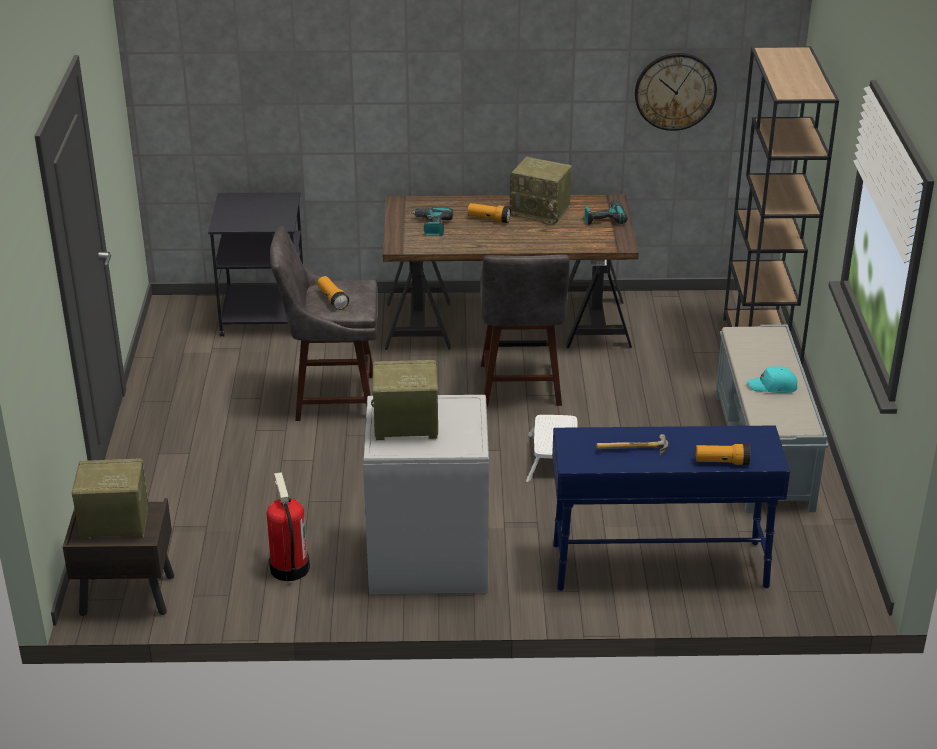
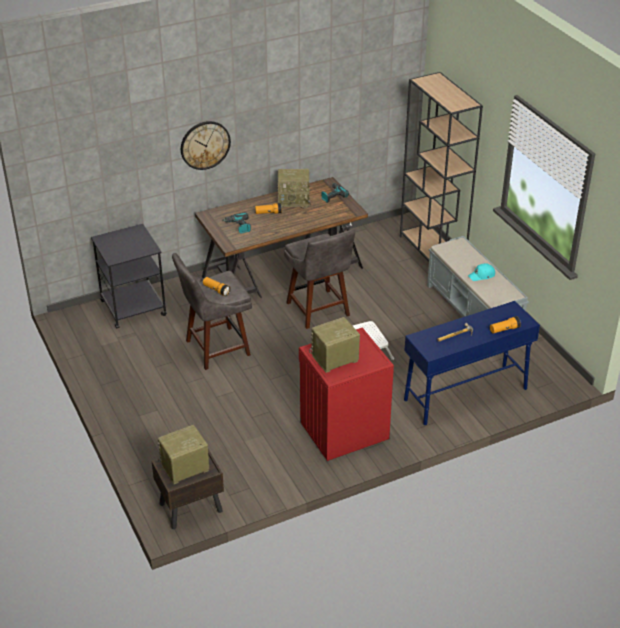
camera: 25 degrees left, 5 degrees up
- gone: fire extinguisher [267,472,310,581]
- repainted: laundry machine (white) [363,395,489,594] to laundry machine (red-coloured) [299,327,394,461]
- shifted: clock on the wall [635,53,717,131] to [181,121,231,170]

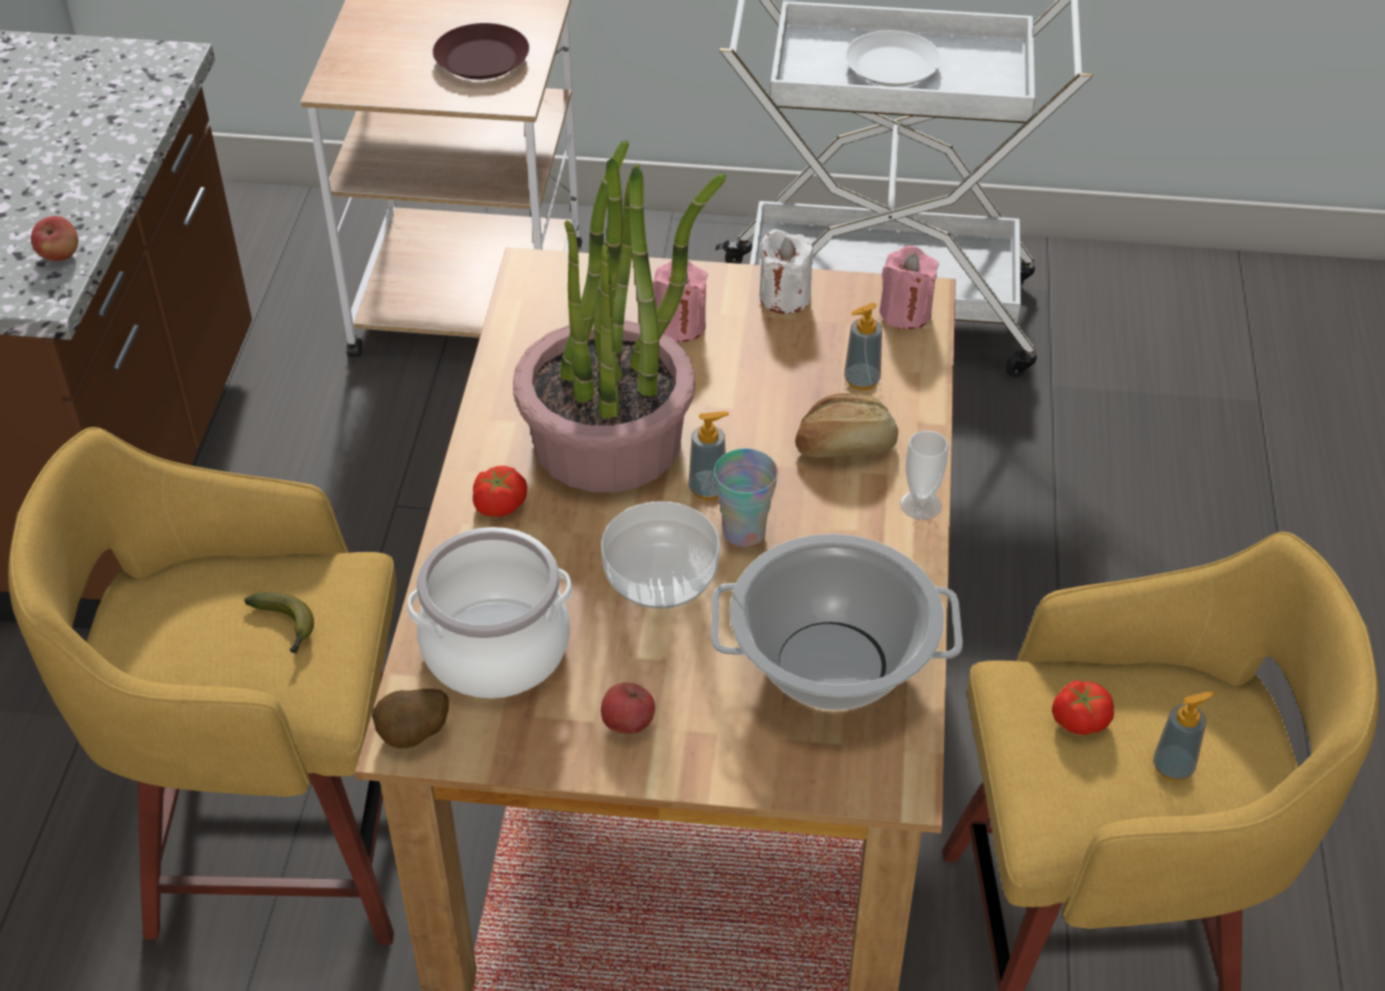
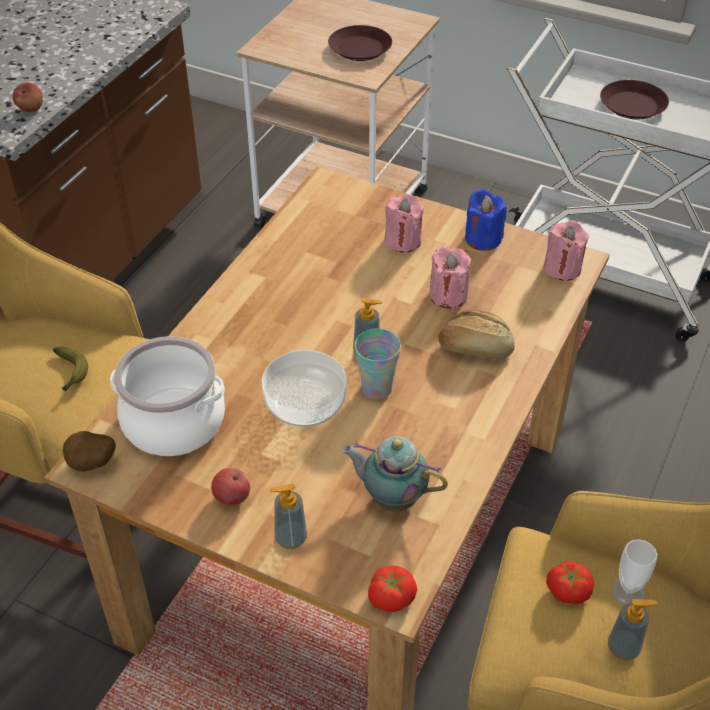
camera: 20 degrees right, 0 degrees up
- shifted: whole tomato [473,466,527,517] to [368,565,417,612]
- gone: potted plant [513,140,726,492]
- swapped: cooking pot [711,534,963,710] to pot for tea [342,436,448,512]
- repainted: candle (white) [759,229,813,314] to candle (bluish) [465,189,507,251]
- shifted: soap bottle [844,303,882,390] to [270,484,307,549]
- repainted: flat dish (white) [845,30,941,87] to flat dish (brownish) [600,80,669,119]
- shifted: small cup [900,430,949,520] to [611,540,657,605]
- new: candle (pinkish) [429,246,471,308]

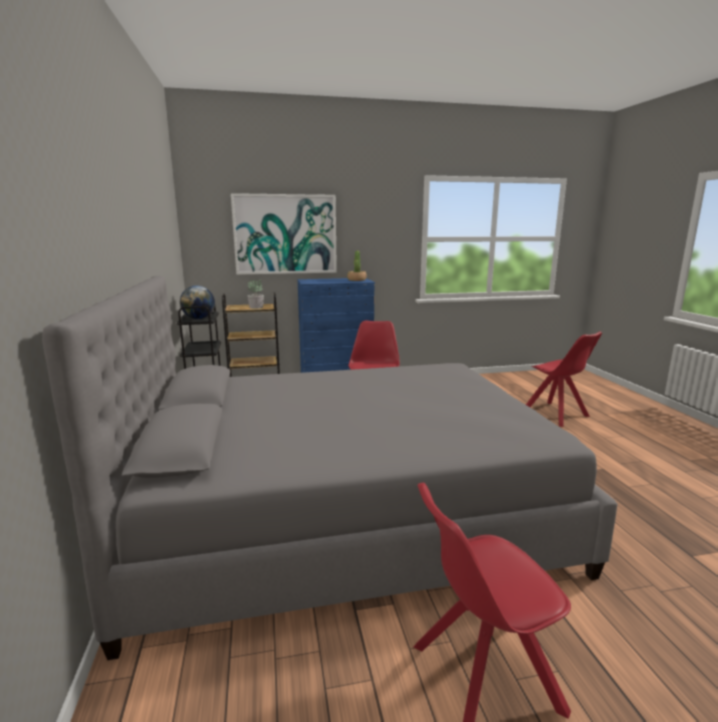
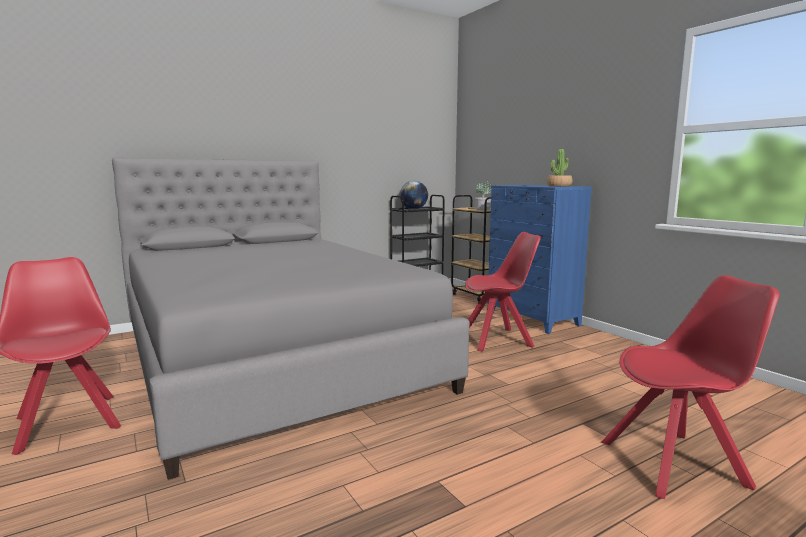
camera: 70 degrees right, 5 degrees down
- gone: wall picture [231,193,337,275]
- rotated: chair (red-coloured) [526,331,602,427] = [601,275,780,499] 135 degrees counterclockwise

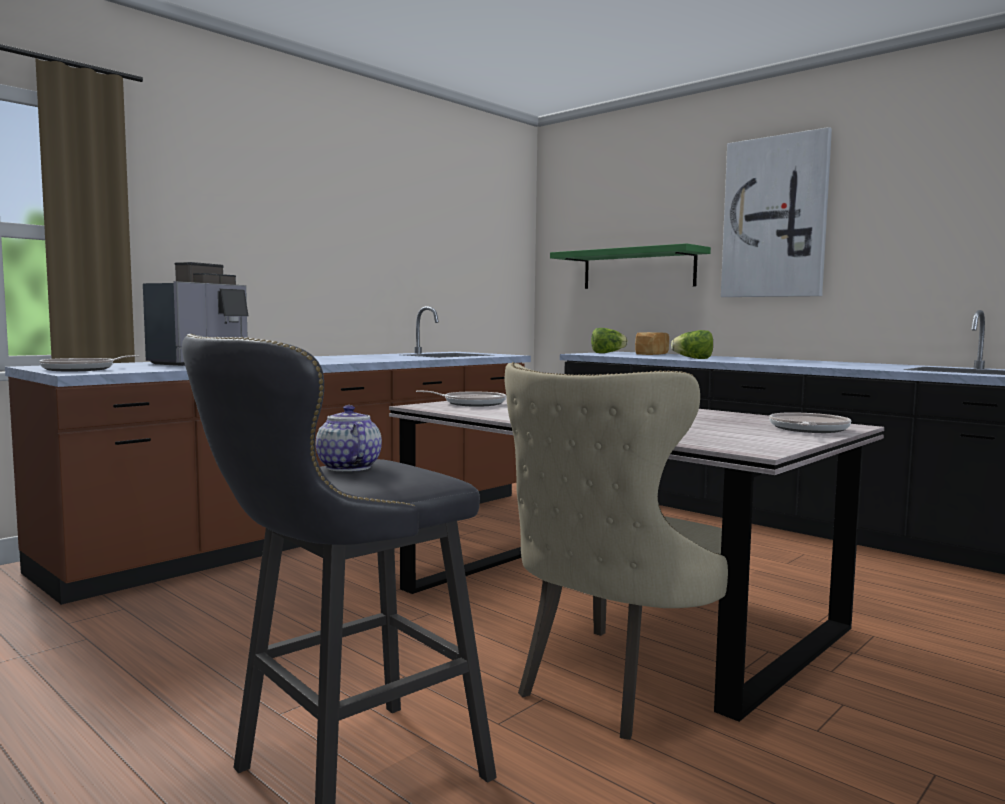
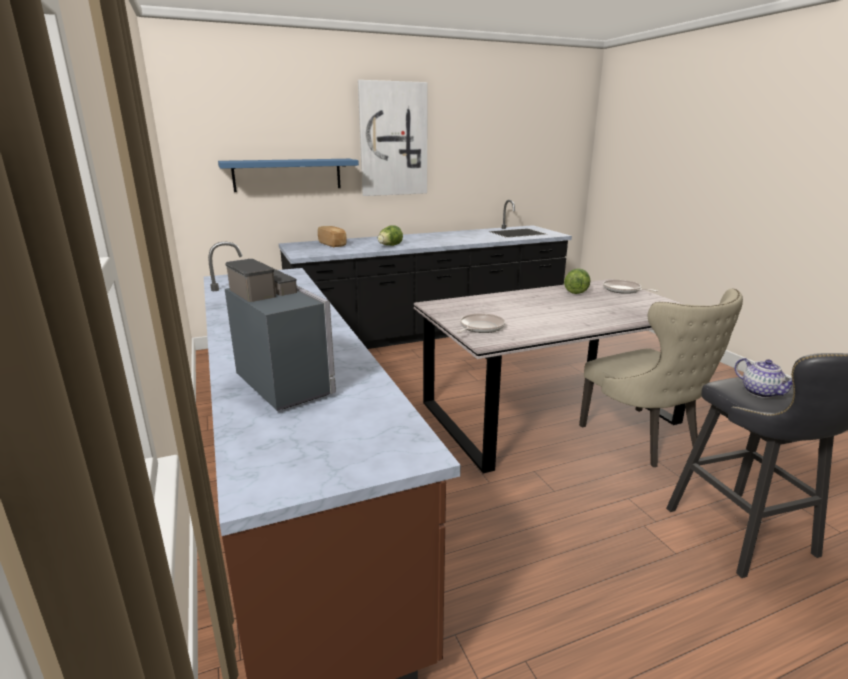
camera: 65 degrees left, 15 degrees up
- gone: skillet [39,355,140,371]
- rotated: pot for tea [316,405,382,471] = [735,358,793,398] 120 degrees counterclockwise
- repainted: bracket shelf (green) [550,243,711,289] to bracket shelf (bluish) [218,159,359,192]
- shifted: lettuce head [591,328,628,353] to [564,268,591,294]

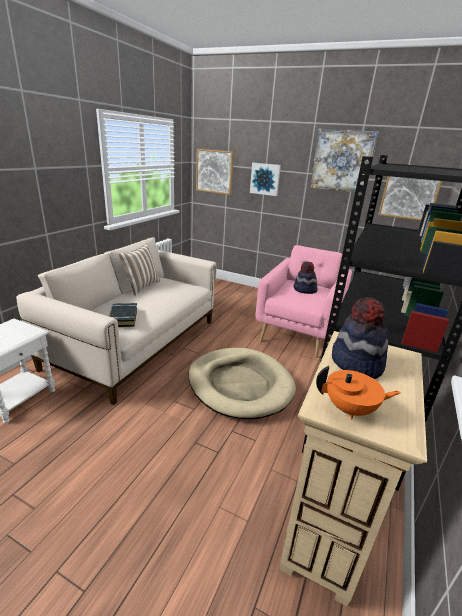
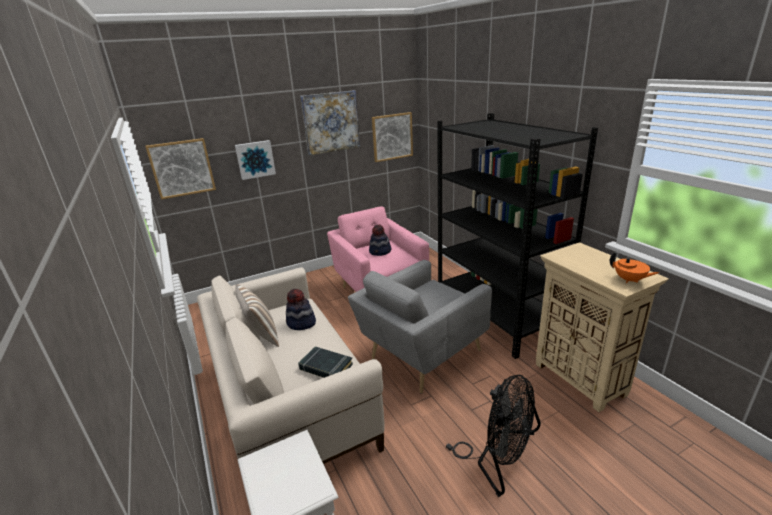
camera: 50 degrees left, 0 degrees up
- swapped: dog cushion (sand-coloured) [188,348,296,419] to easy chair (greyish) [348,260,492,394]
- rotated: pot for tea (orange) [316,366,401,419] = [610,252,659,283] 90 degrees clockwise
- shifted: wearable hat [332,297,388,379] to [286,289,316,330]
- new: cooling fan (blackish) [446,375,541,497]

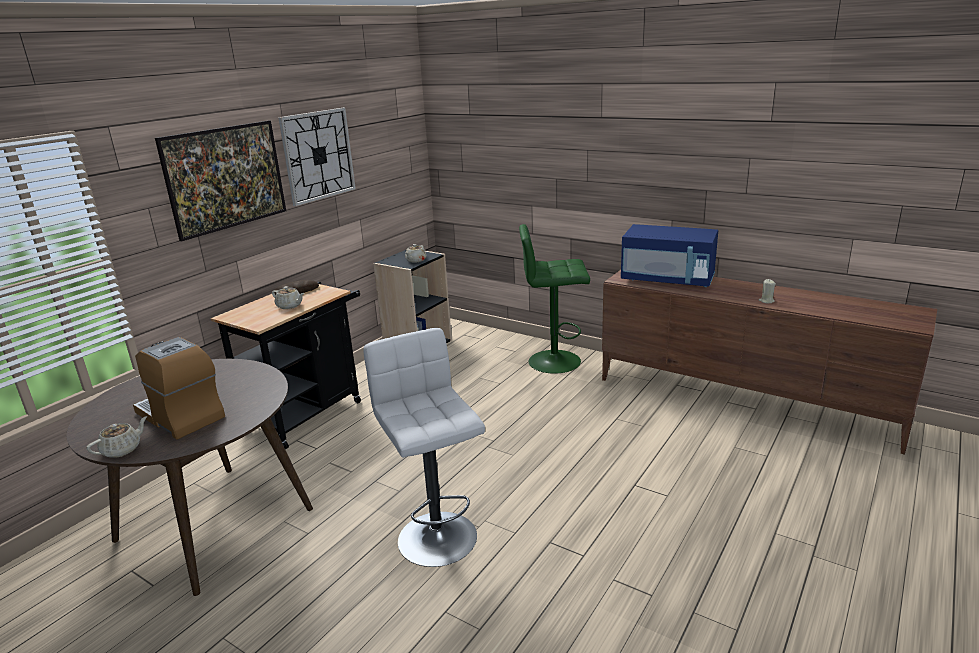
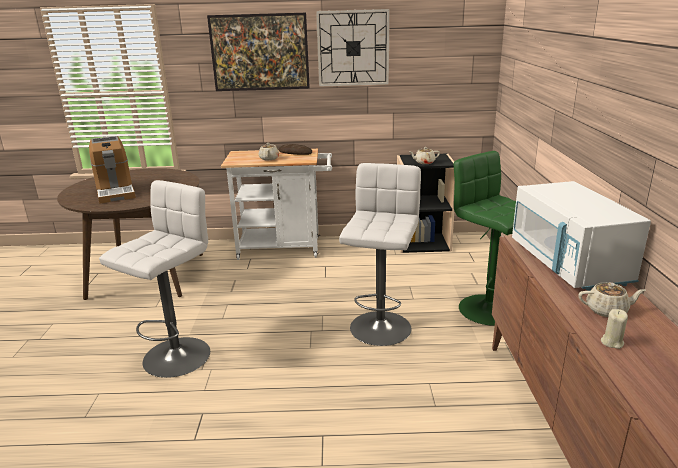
camera: 55 degrees right, 0 degrees up
- shifted: pot for tea (sand-coloured) [87,416,147,458] to [578,282,646,317]
- rotated: coffee brewer [133,337,225,440] = [89,136,136,204] 150 degrees clockwise
- repainted: wheeled cart (blackish) [211,282,361,449] to wheeled cart (white) [221,149,332,260]
- repainted: microwave (bluish) [621,224,718,287] to microwave (white) [512,181,651,291]
- new: sitting stool (white) [339,163,421,346]

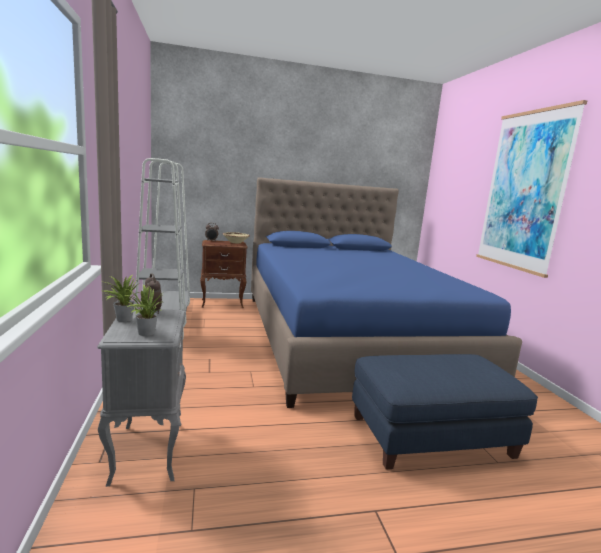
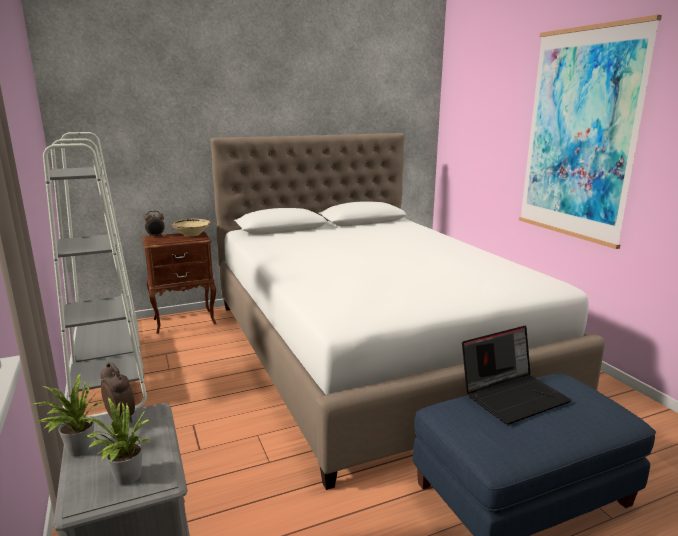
camera: 10 degrees left, 5 degrees up
- repainted: bed (bluish) [251,177,522,408] to bed (white) [211,133,606,490]
- new: laptop [462,326,572,425]

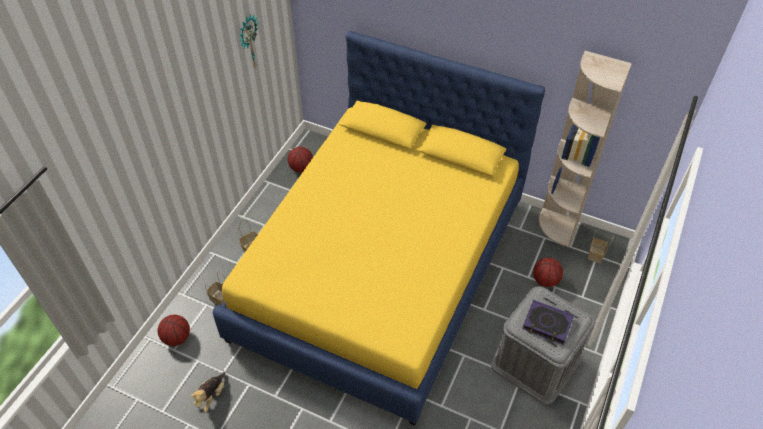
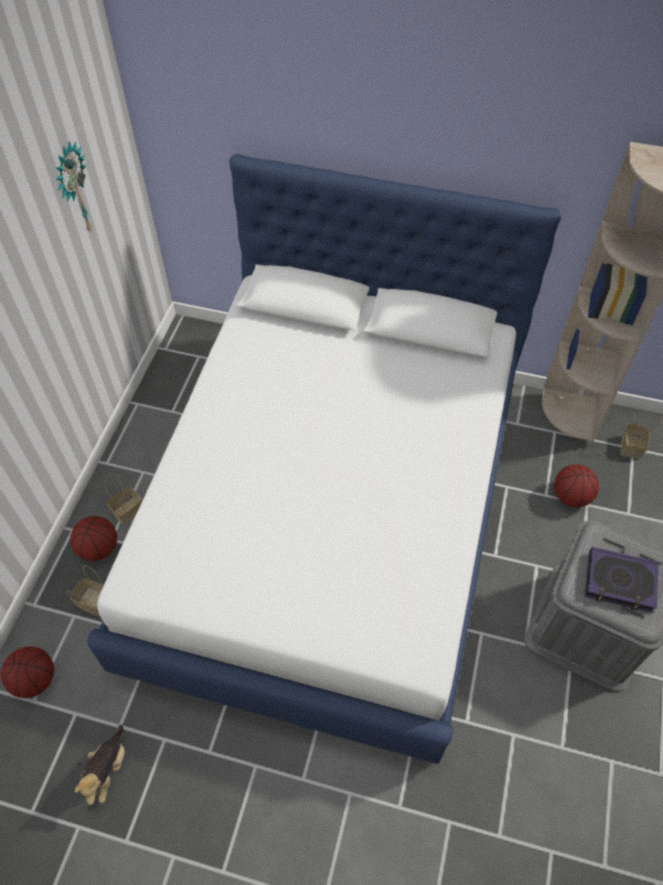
camera: 10 degrees left, 5 degrees up
- repainted: bed (yellow) [213,31,545,426] to bed (white) [87,154,561,764]
- shifted: basketball [288,147,313,173] to [70,516,117,561]

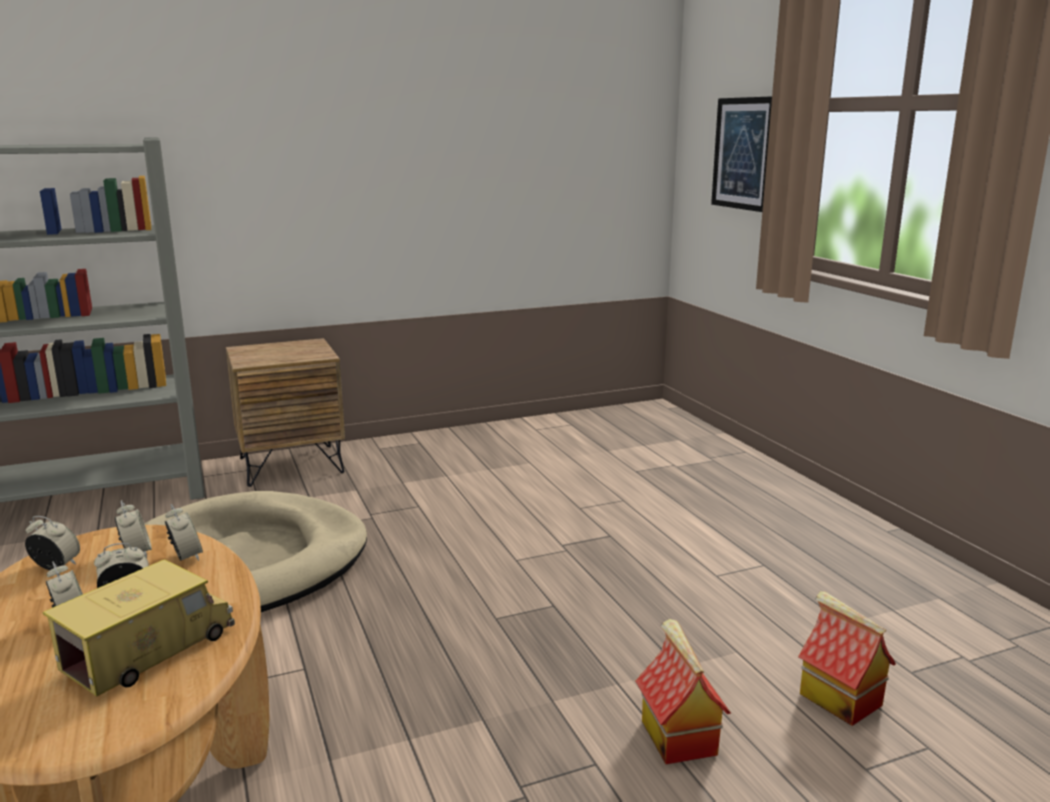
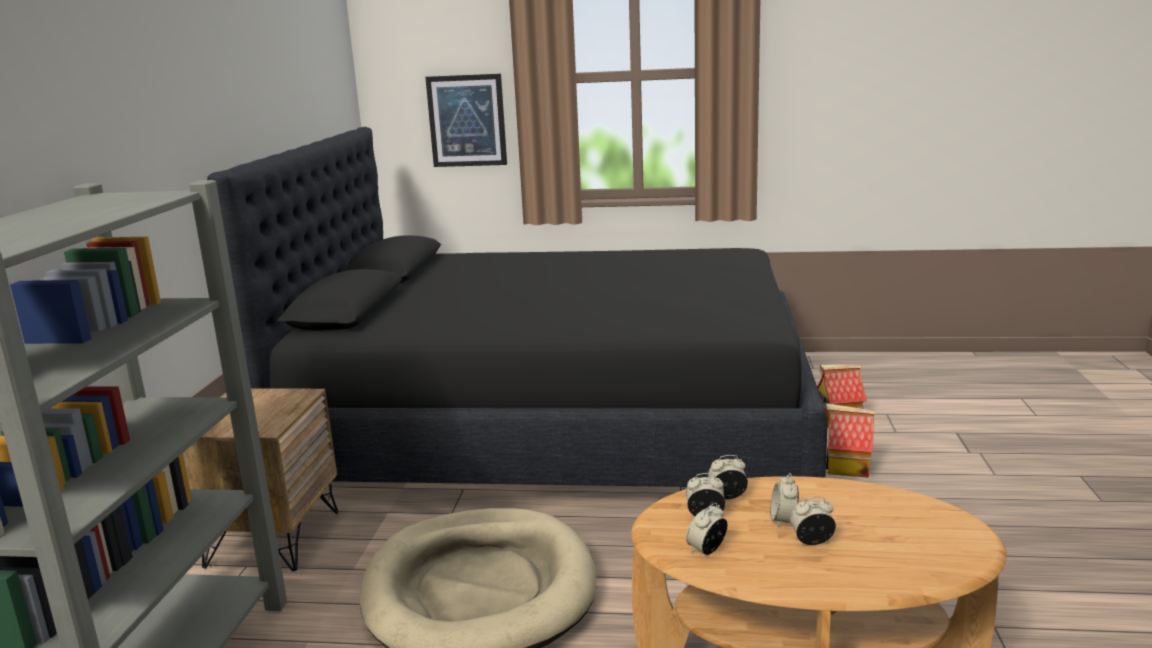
camera: 60 degrees left, 0 degrees up
- gone: toy truck [43,559,235,697]
- new: bed (blackish) [207,127,828,487]

